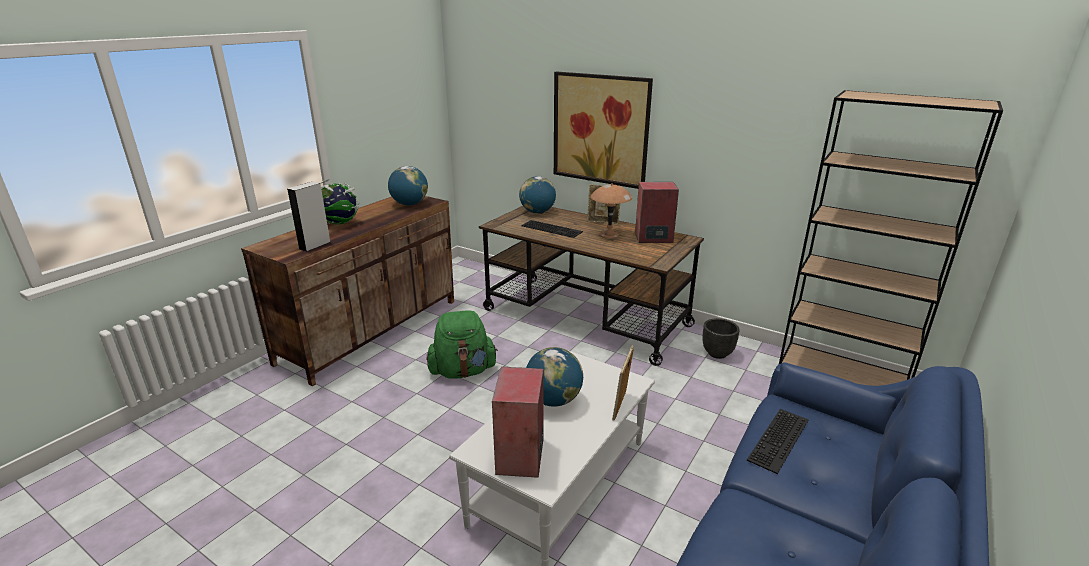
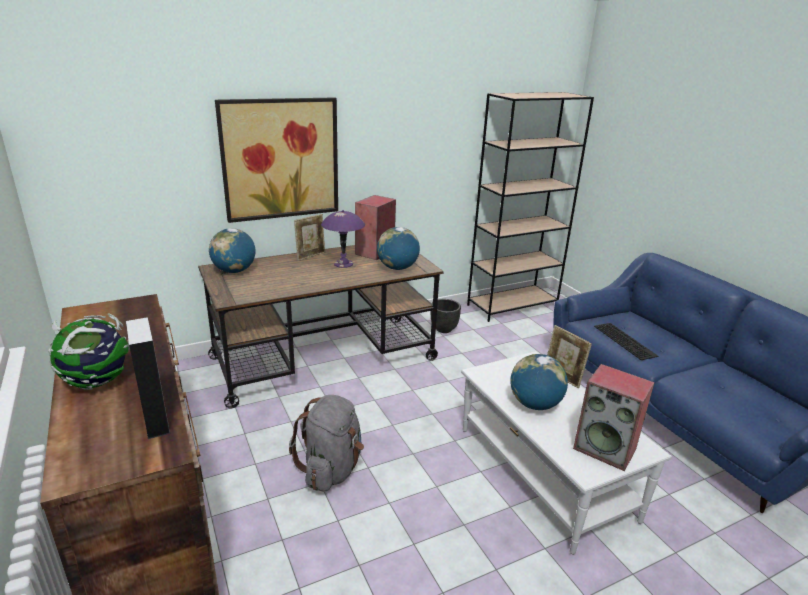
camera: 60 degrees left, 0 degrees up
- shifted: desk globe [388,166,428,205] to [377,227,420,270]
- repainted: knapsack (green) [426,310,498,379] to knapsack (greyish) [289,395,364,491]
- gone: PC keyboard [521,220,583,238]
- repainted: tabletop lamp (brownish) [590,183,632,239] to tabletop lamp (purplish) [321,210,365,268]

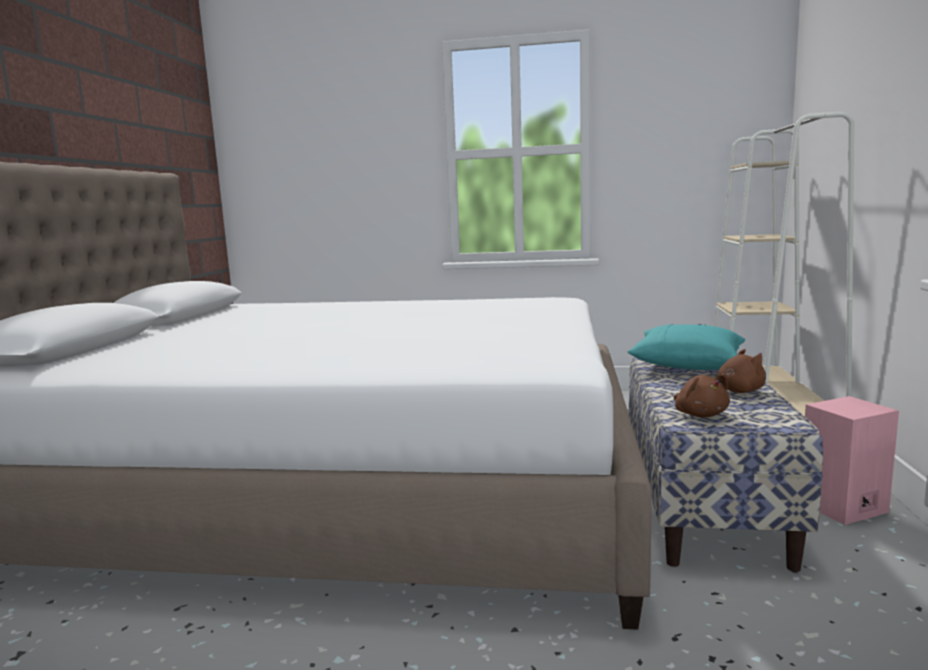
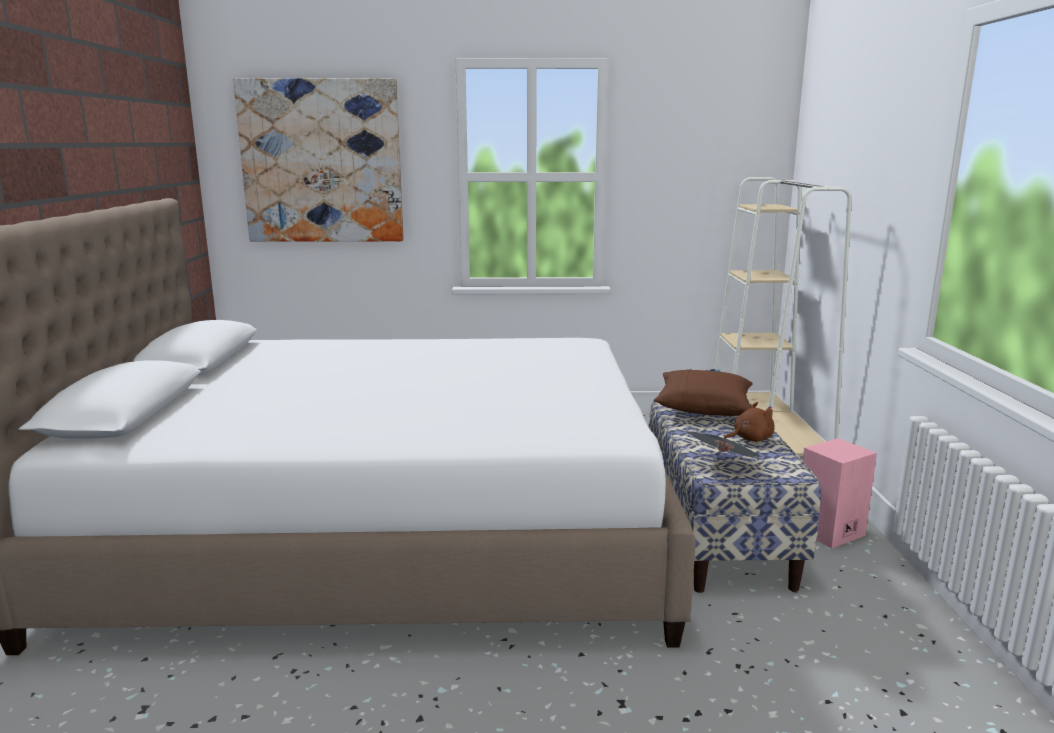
camera: 10 degrees left, 5 degrees up
- repainted: throw pillow (turquoise-coloured) [628,324,745,370] to throw pillow (brownish) [654,369,753,416]
- swapped: plush toy (brownish) [674,374,730,417] to daily paper [683,431,761,458]
- new: wall picture [233,78,404,242]

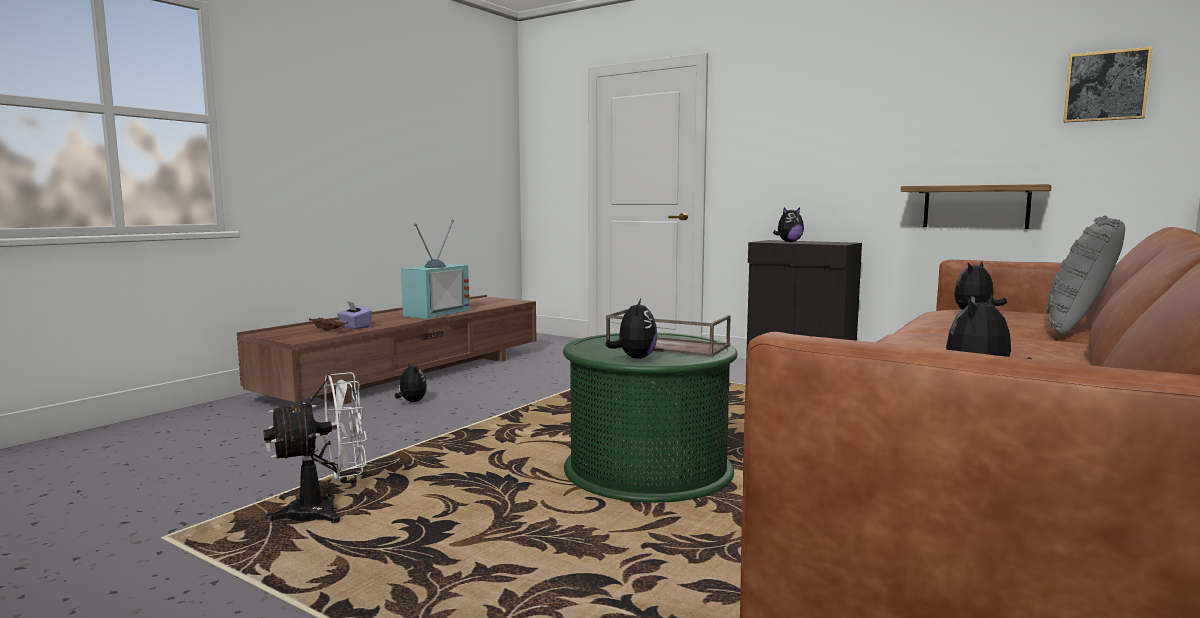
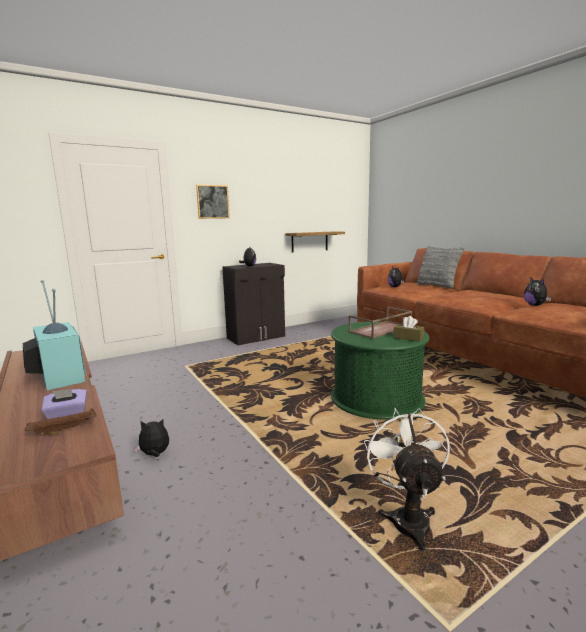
camera: 65 degrees left, 5 degrees up
- swapped: plush toy [606,299,658,359] to tissue box (brownish) [393,316,424,342]
- shifted: wall picture [1063,47,1152,123] to [196,185,230,219]

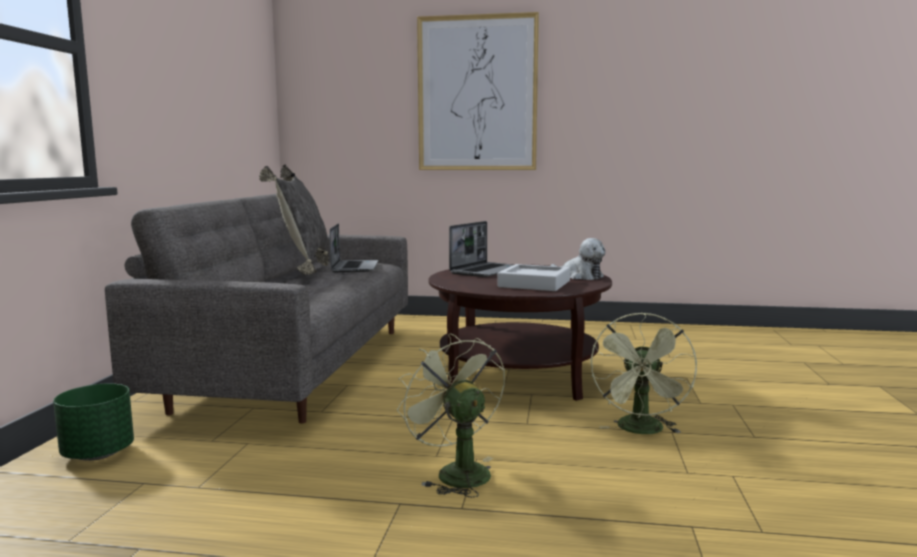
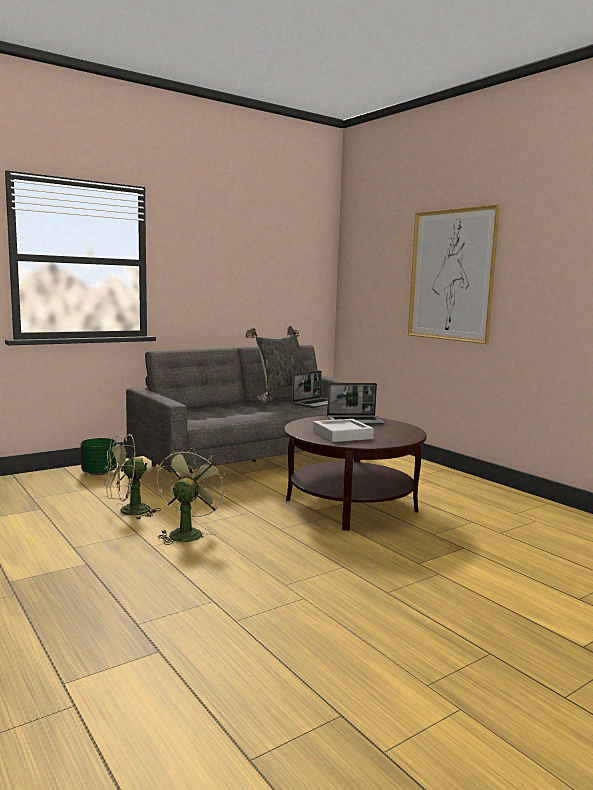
camera: 45 degrees right, 0 degrees up
- gone: plush toy [550,238,605,280]
- shifted: cooling fan (green) [591,312,697,434] to [105,434,161,520]

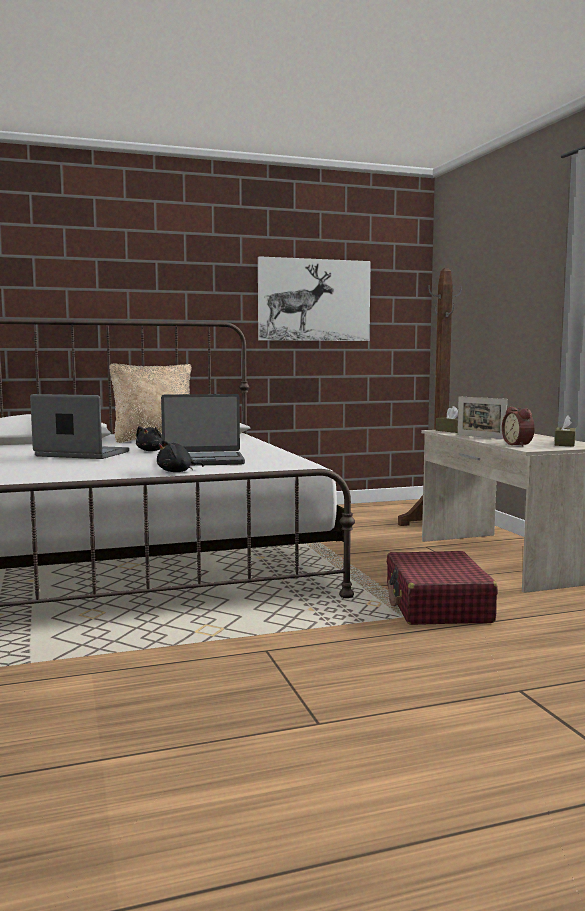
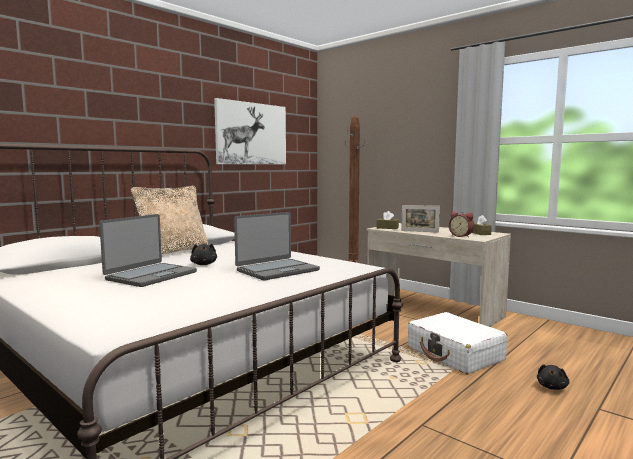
camera: 30 degrees left, 0 degrees up
- rotated: laptop [30,394,129,459] = [99,214,197,287] 135 degrees clockwise
- shifted: plush toy (blackish) [157,440,204,472] to [537,364,570,390]
- repainted: travel case (red-coloured) [387,551,498,625] to travel case (white) [408,312,508,374]

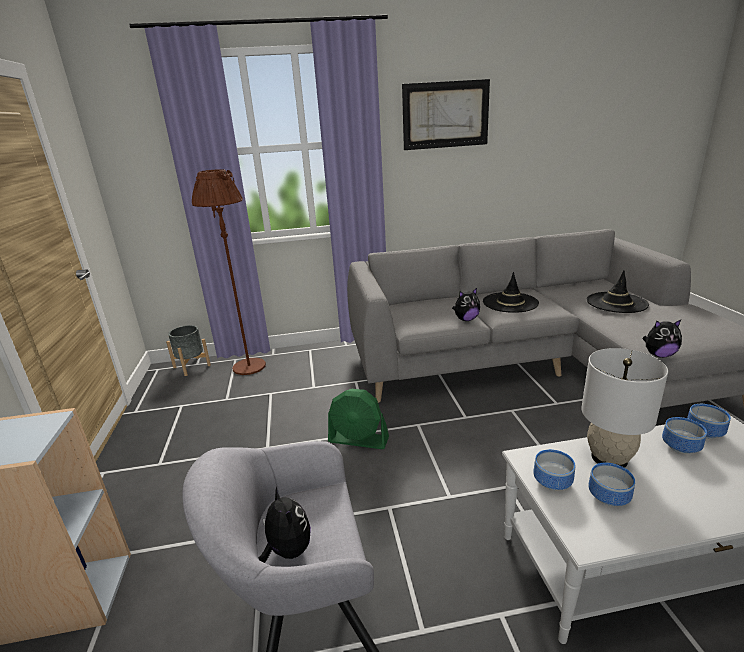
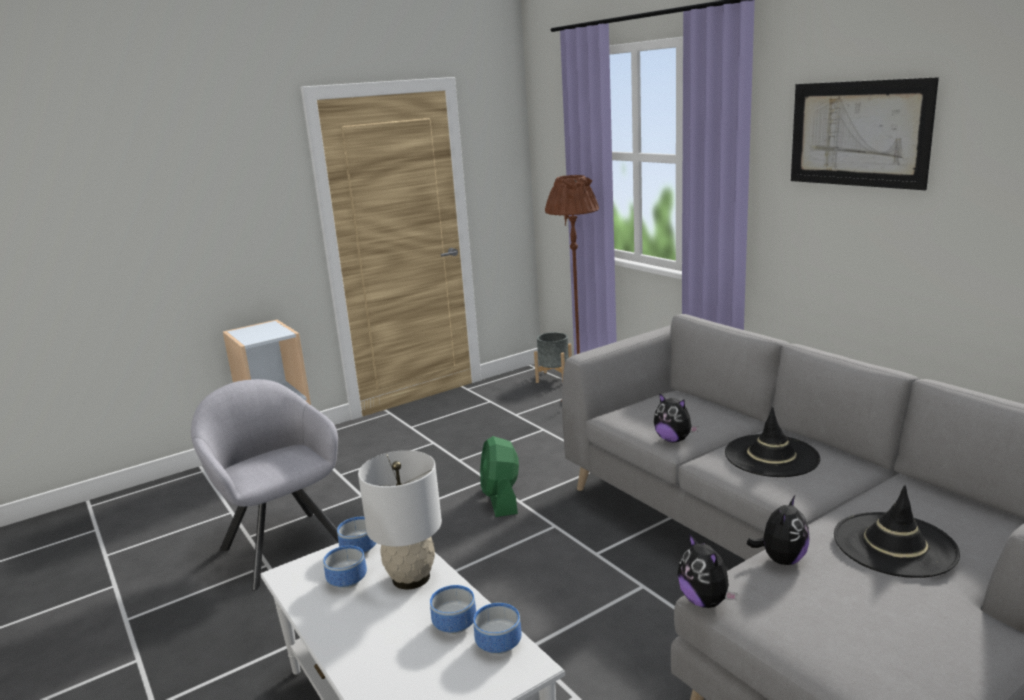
camera: 65 degrees right, 5 degrees down
- shifted: plush toy [259,486,311,563] to [747,496,810,565]

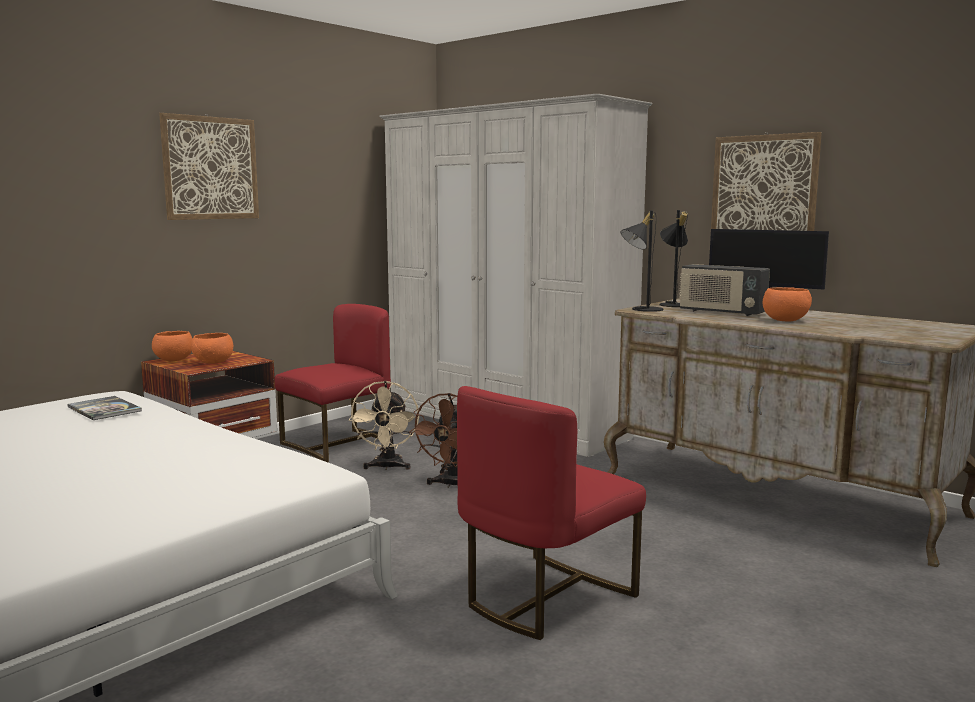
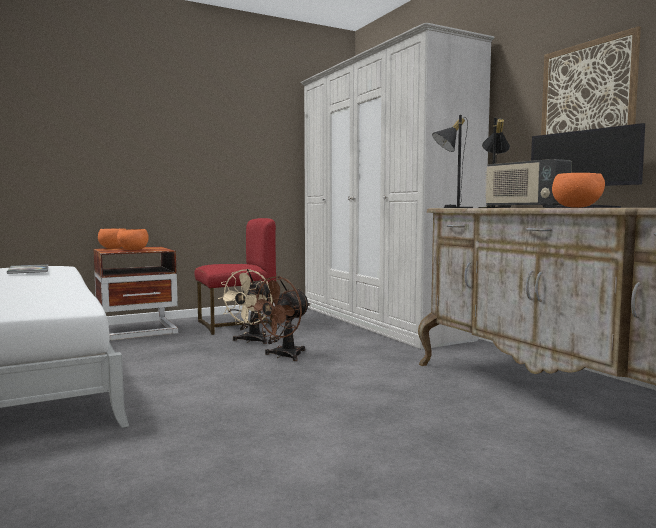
camera: 20 degrees right, 5 degrees down
- gone: wall picture [159,113,259,220]
- gone: chair (red-coloured) [457,386,646,640]

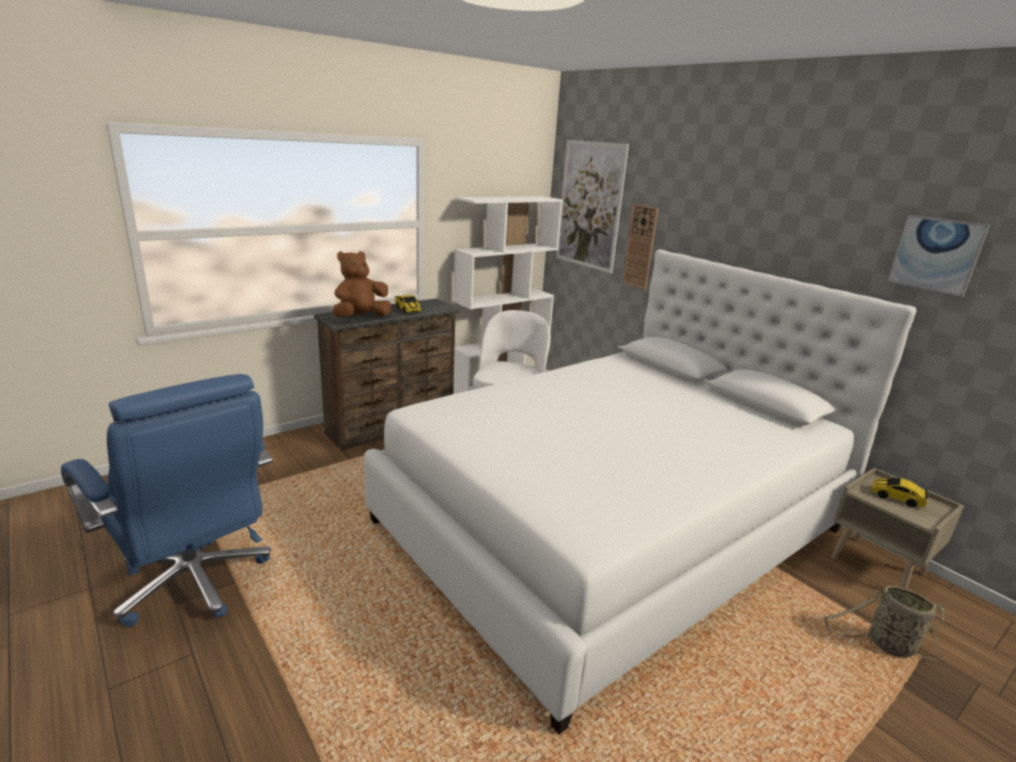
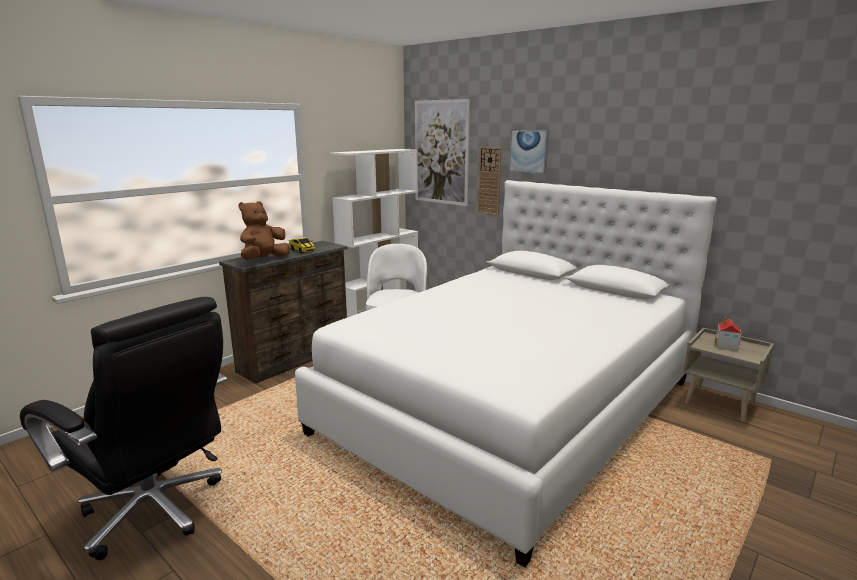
camera: 10 degrees left, 5 degrees down
- repainted: computer chair (bluish) [61,374,273,627] to computer chair (blackish) [20,297,227,560]
- gone: storage basket [824,586,944,660]
- swapped: model car [872,477,928,508] to toy house [715,316,742,350]
- shifted: wall picture [887,215,990,297] to [509,130,549,174]

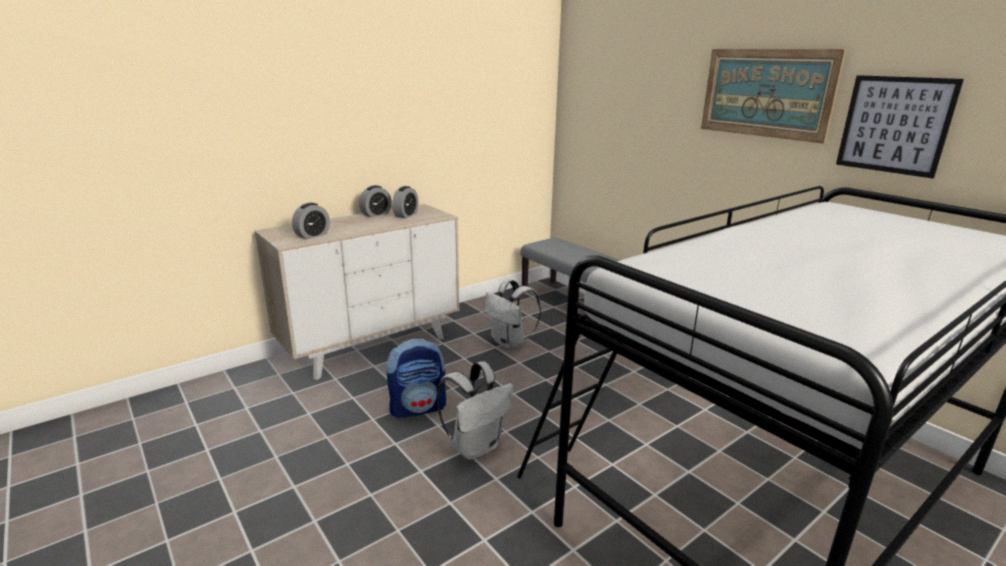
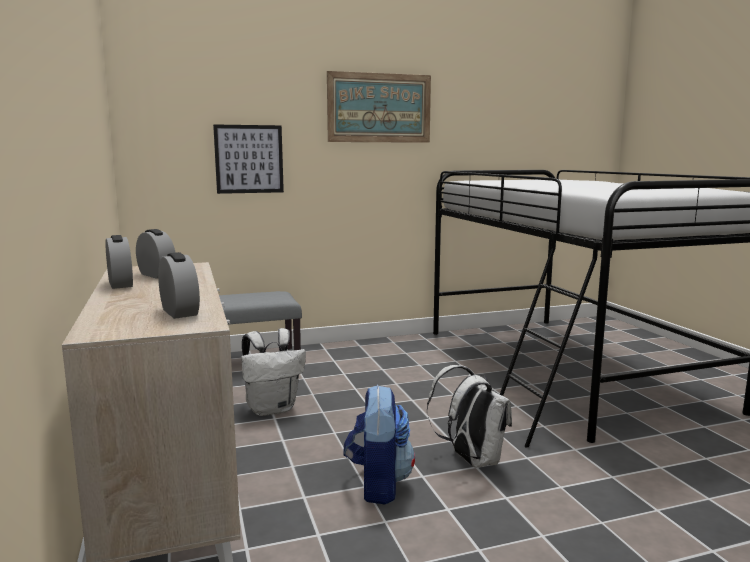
camera: 70 degrees left, 10 degrees down
- shifted: wall picture [836,75,964,178] to [213,124,284,194]

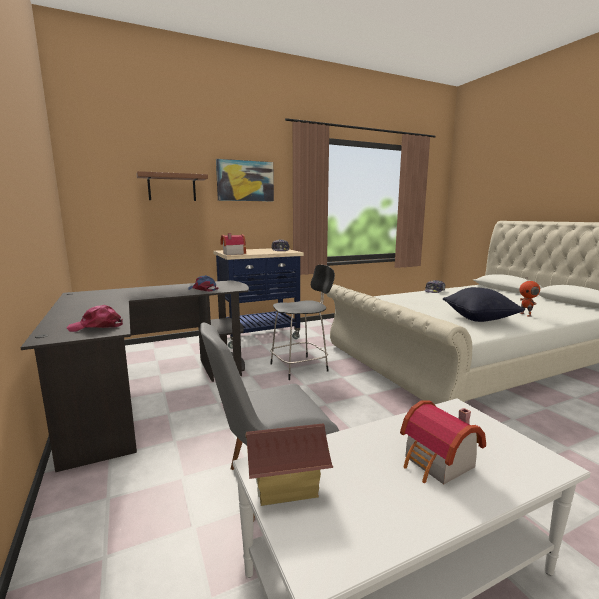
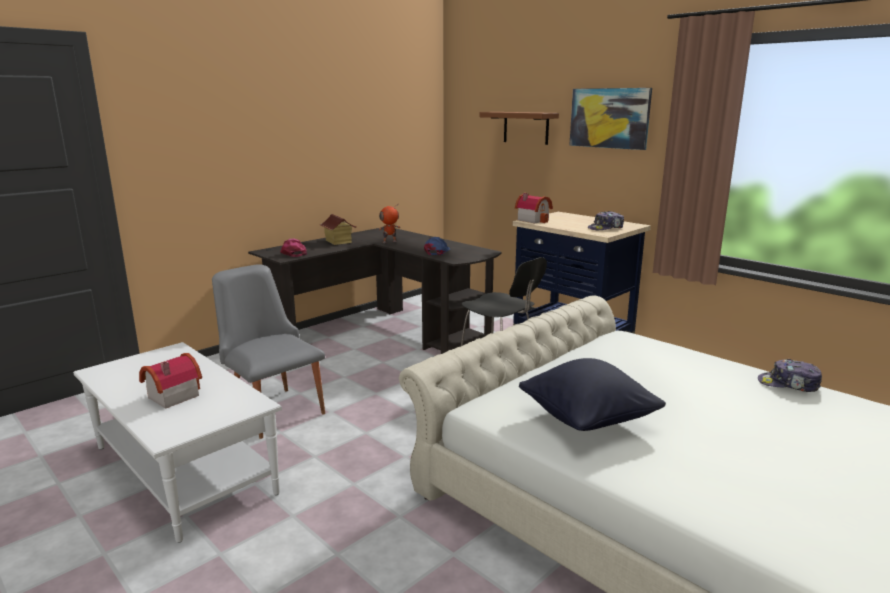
camera: 70 degrees right, 5 degrees up
- shifted: toy house [245,423,333,506] to [319,214,356,245]
- shifted: robot figure [519,277,540,317] to [379,203,400,243]

